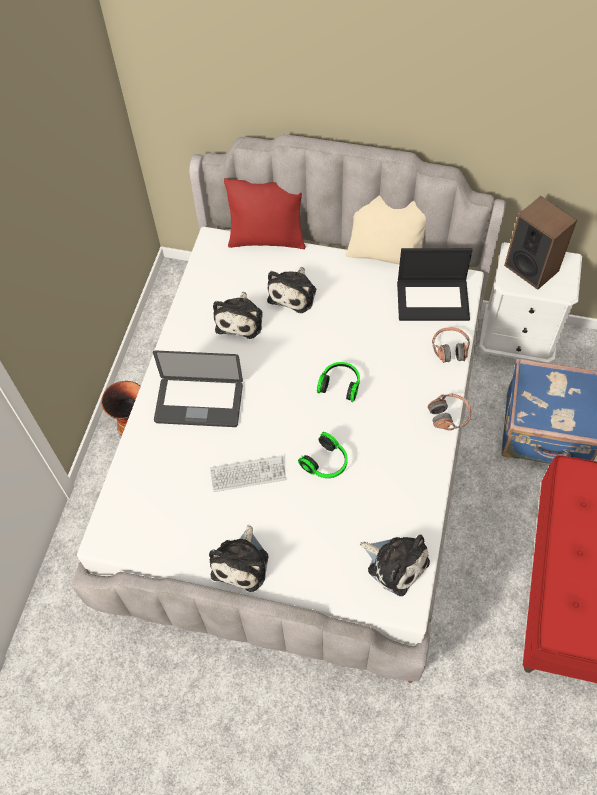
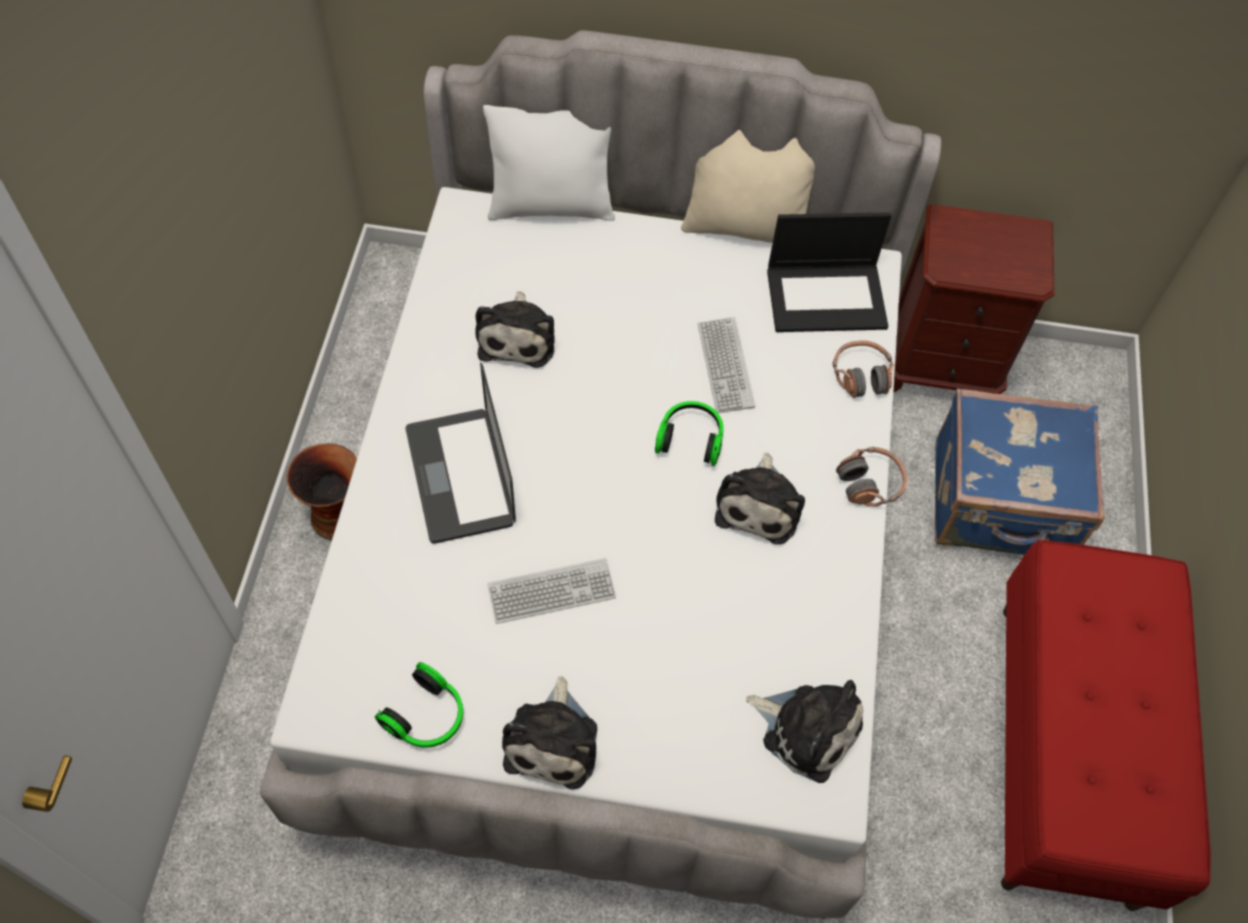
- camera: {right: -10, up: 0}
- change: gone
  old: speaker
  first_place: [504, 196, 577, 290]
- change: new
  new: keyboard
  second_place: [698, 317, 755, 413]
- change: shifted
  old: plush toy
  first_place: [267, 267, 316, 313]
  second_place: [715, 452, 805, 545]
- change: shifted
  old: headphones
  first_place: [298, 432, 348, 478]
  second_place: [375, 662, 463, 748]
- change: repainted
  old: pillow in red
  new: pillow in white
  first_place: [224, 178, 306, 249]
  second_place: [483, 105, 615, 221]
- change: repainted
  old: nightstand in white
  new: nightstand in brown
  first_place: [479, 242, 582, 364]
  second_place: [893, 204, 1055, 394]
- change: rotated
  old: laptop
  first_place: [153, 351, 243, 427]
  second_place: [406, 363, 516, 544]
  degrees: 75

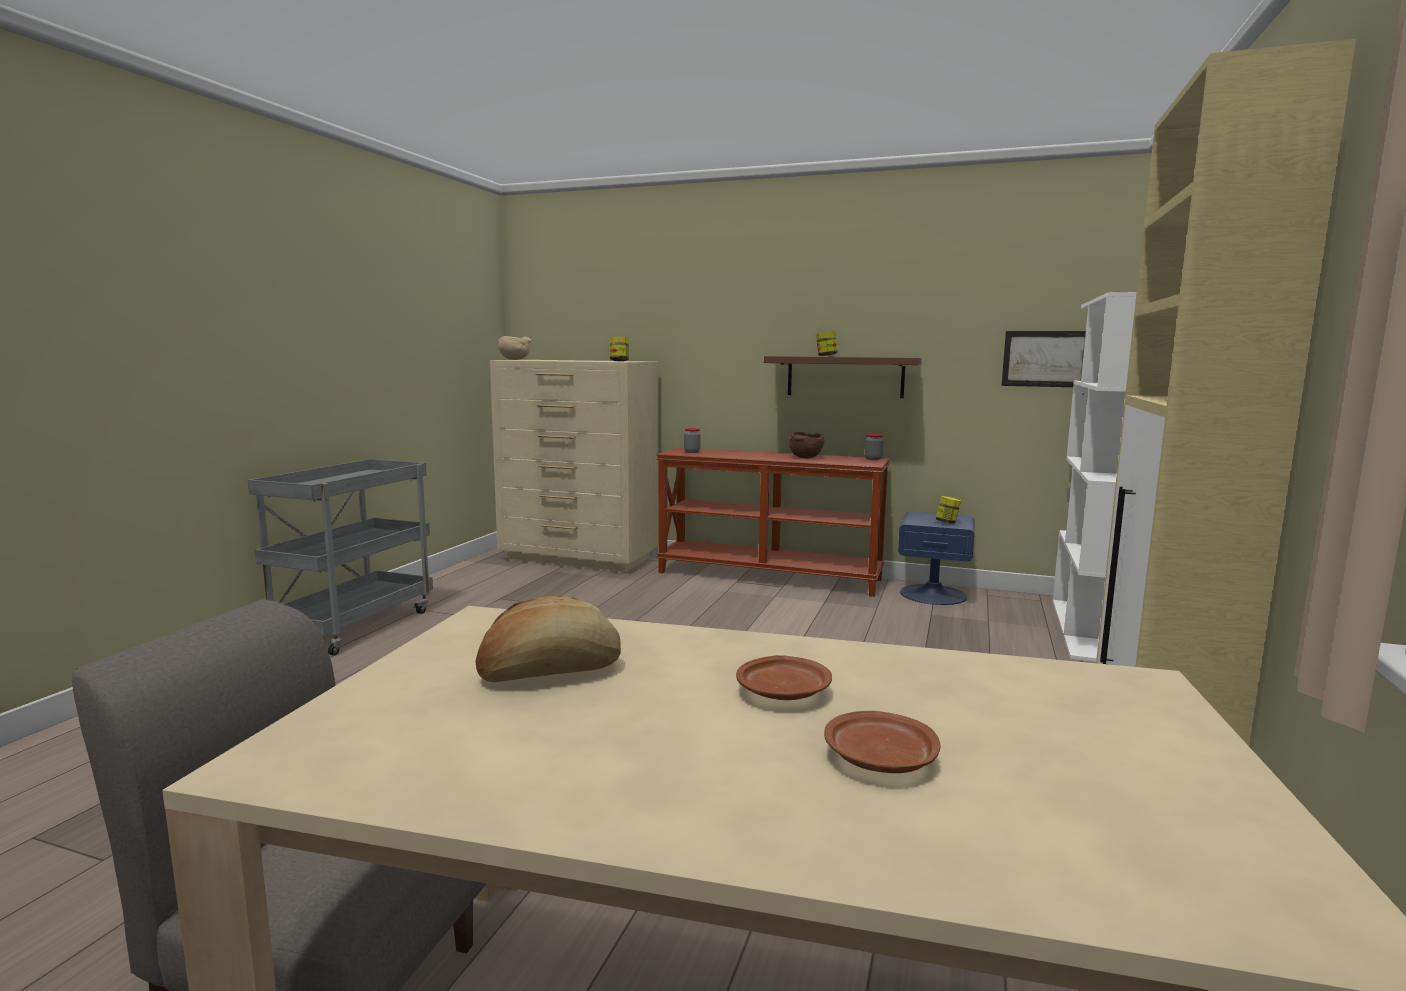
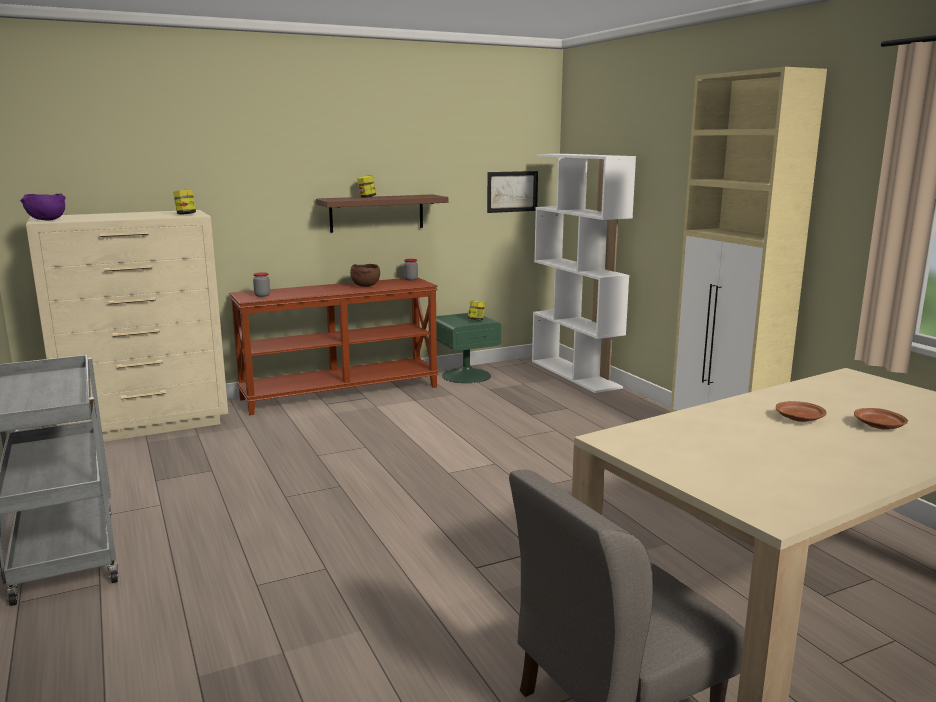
- camera: {right: -45, up: 5}
- change: gone
  old: bread
  first_place: [475, 596, 621, 682]
- change: repainted
  old: bowl in beige
  new: bowl in purple
  first_place: [497, 336, 531, 360]
  second_place: [20, 193, 66, 221]
- change: repainted
  old: nightstand in blue
  new: nightstand in green
  first_place: [898, 511, 974, 605]
  second_place: [436, 313, 501, 383]

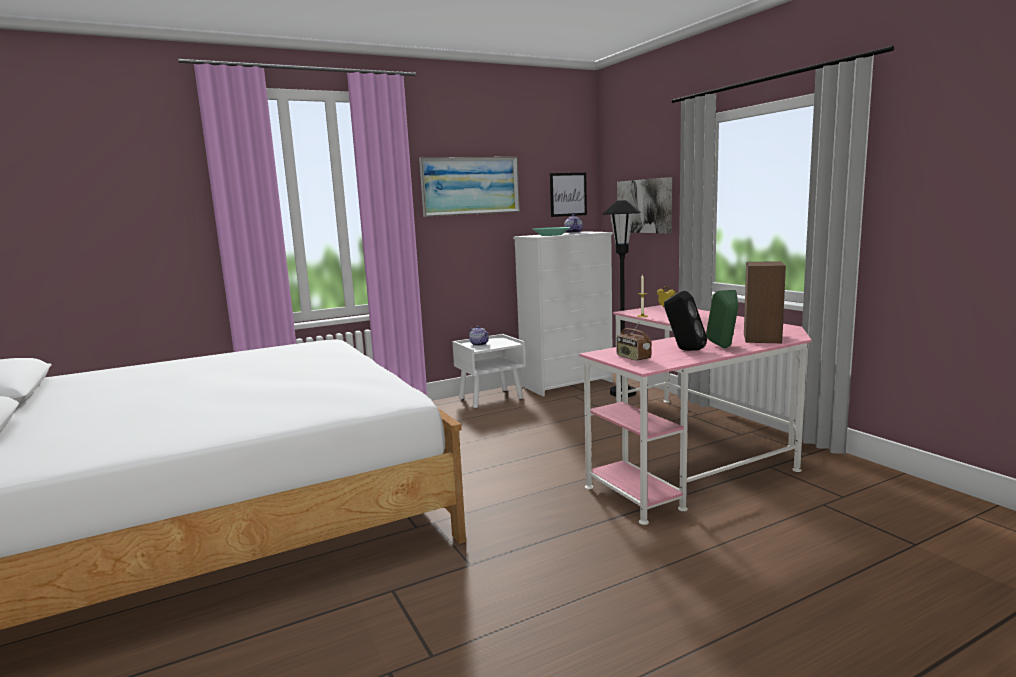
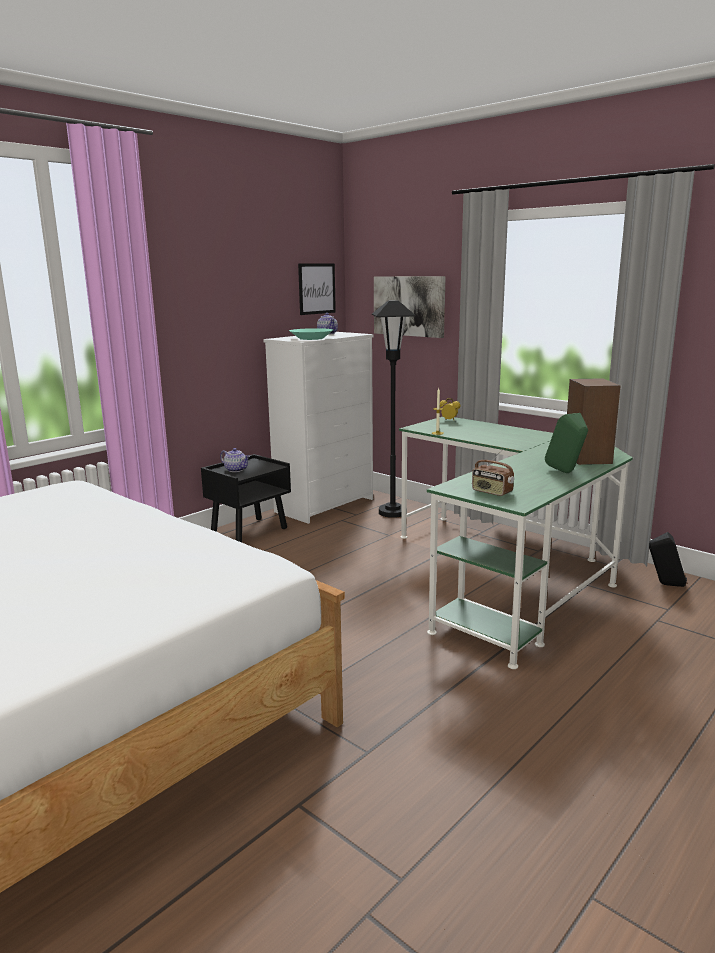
- camera: {right: -20, up: 5}
- change: gone
  old: picture
  first_place: [419, 157, 520, 217]
- change: shifted
  old: speaker in black
  first_place: [664, 291, 707, 351]
  second_place: [649, 532, 687, 587]
- change: repainted
  old: nightstand in white
  new: nightstand in black
  first_place: [452, 334, 526, 408]
  second_place: [201, 454, 291, 542]
- change: repainted
  old: desk in pink
  new: desk in green
  first_place: [579, 305, 812, 525]
  second_place: [399, 417, 633, 669]

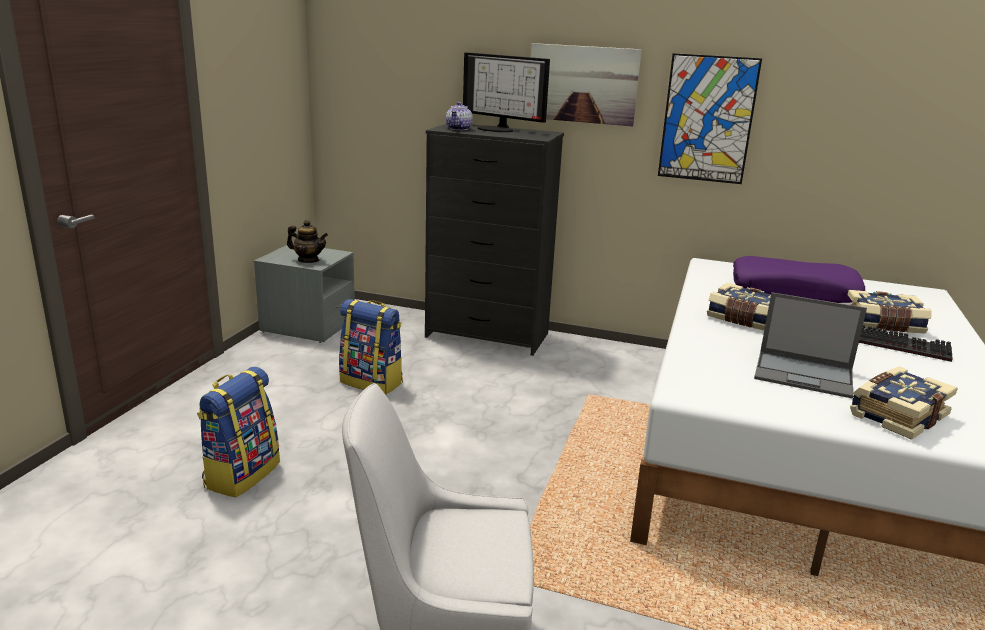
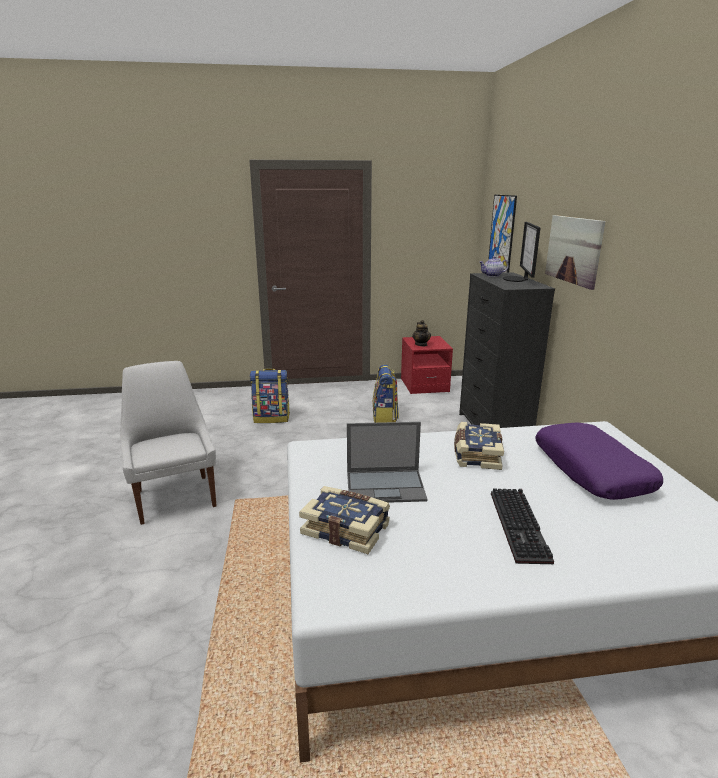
- camera: {right: 65, up: 0}
- change: gone
  old: book
  first_place: [848, 290, 932, 334]
- change: shifted
  old: picture
  first_place: [658, 53, 762, 184]
  second_place: [488, 195, 517, 273]
- change: repainted
  old: nightstand in grey
  new: nightstand in red
  first_place: [254, 245, 355, 343]
  second_place: [401, 336, 453, 394]
- change: rotated
  old: laptop
  first_place: [754, 292, 867, 399]
  second_place: [347, 422, 427, 503]
  degrees: -90

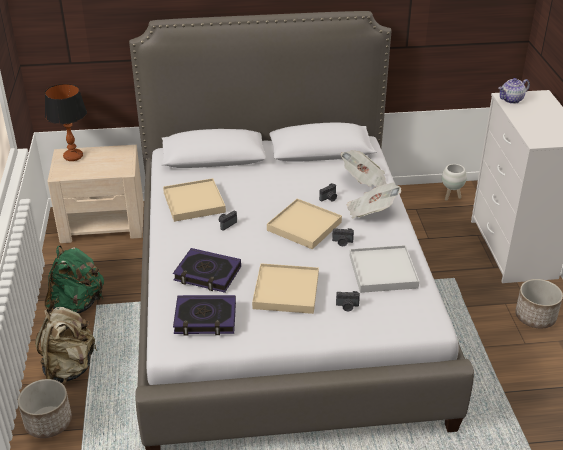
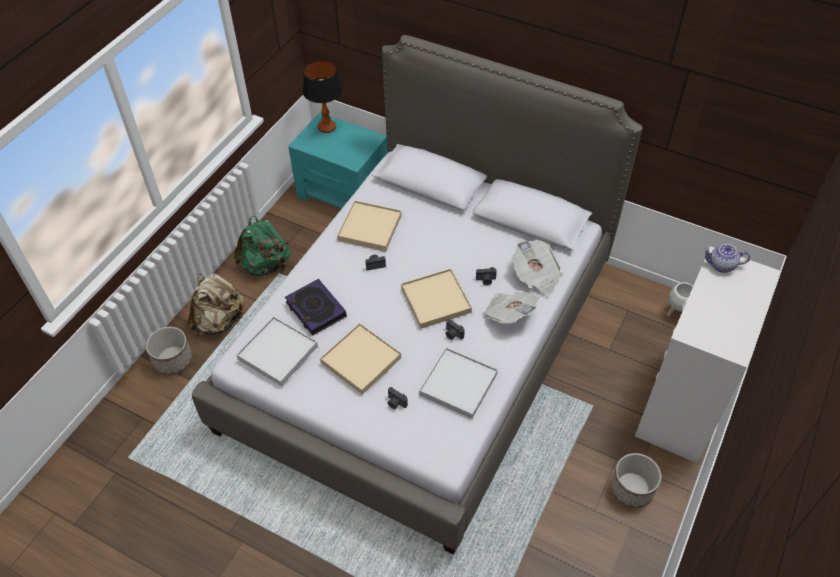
- camera: {right: 35, up: 15}
- change: swapped
  old: book
  new: tray in white
  first_place: [173, 295, 236, 335]
  second_place: [236, 316, 318, 386]
- change: repainted
  old: nightstand in beige
  new: nightstand in turquoise
  first_place: [47, 145, 144, 243]
  second_place: [288, 112, 387, 209]

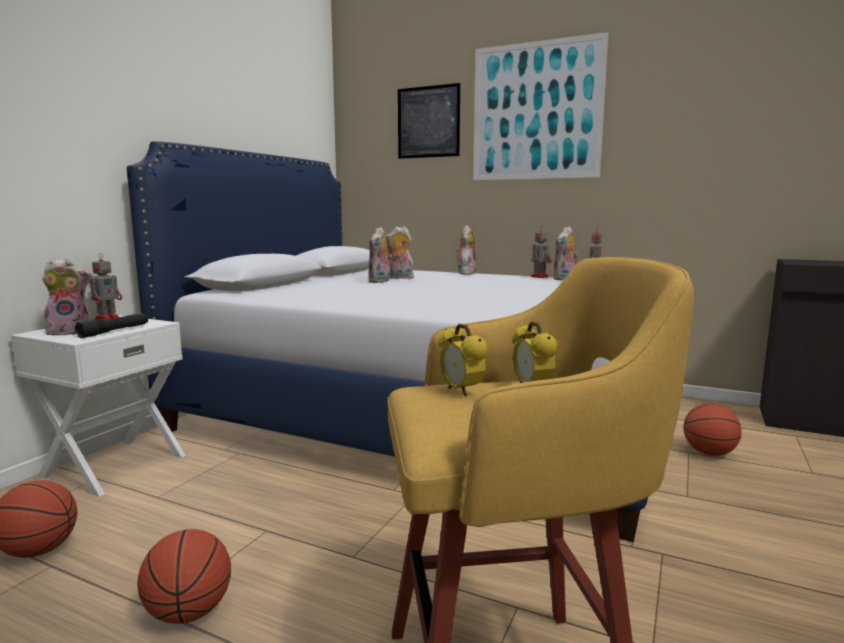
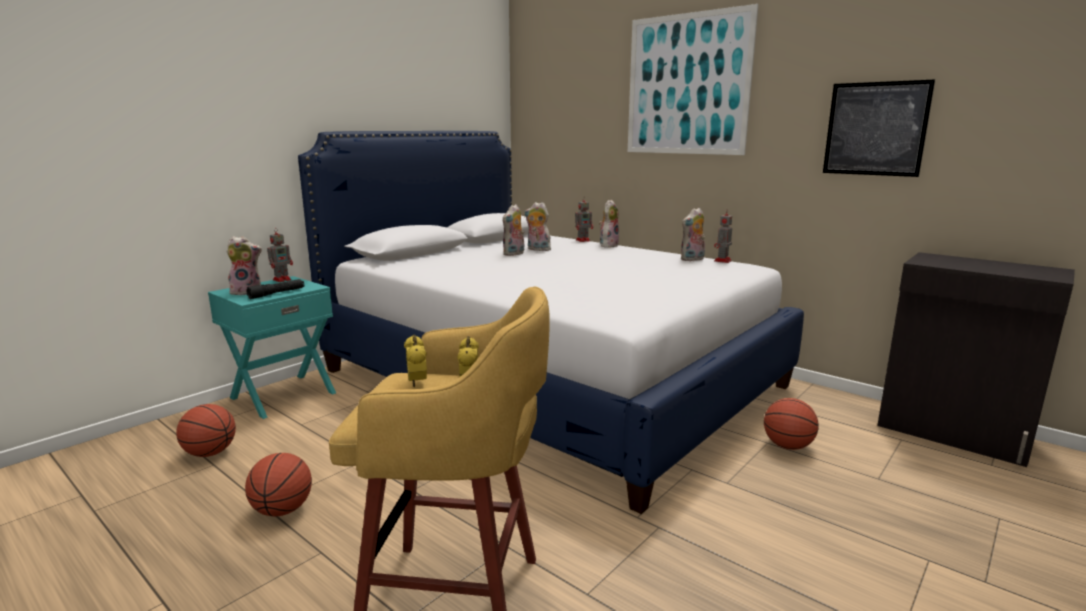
- camera: {right: 15, up: 5}
- change: shifted
  old: picture
  first_place: [398, 83, 460, 159]
  second_place: [823, 79, 935, 177]
- change: shifted
  old: toy robot
  first_place: [531, 227, 552, 278]
  second_place: [575, 199, 593, 242]
- change: repainted
  old: nightstand in white
  new: nightstand in turquoise
  first_place: [10, 315, 186, 497]
  second_place: [208, 276, 336, 419]

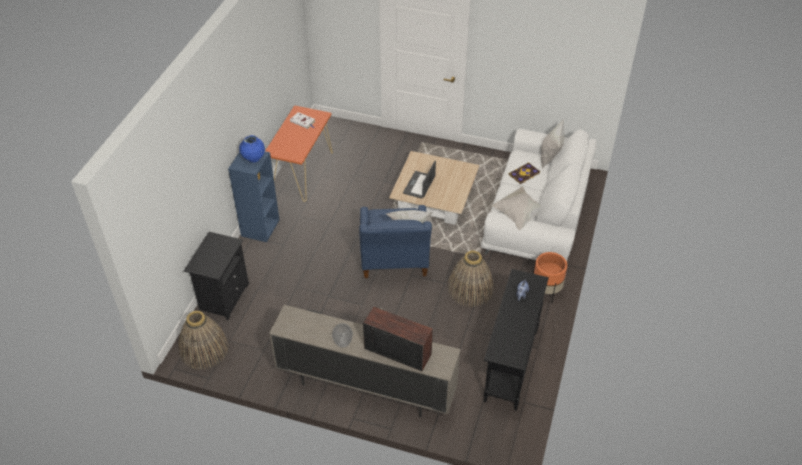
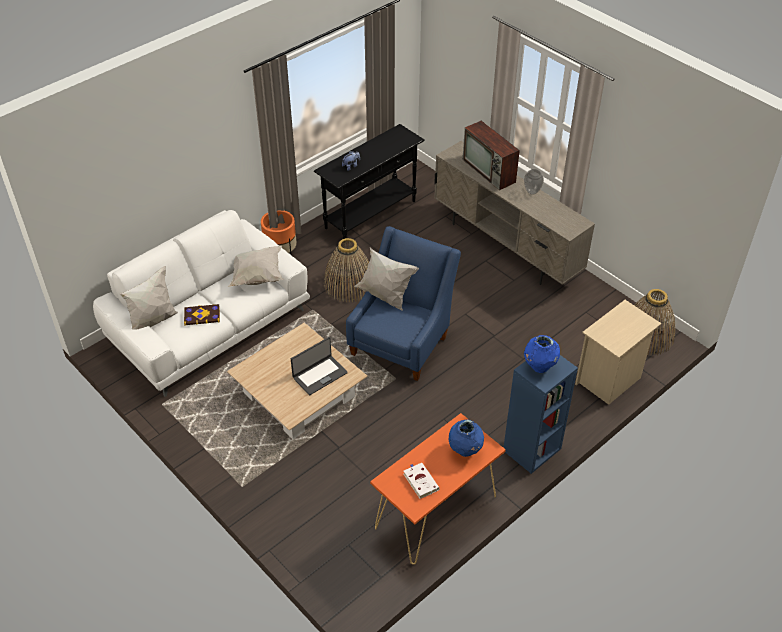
- camera: {right: -150, up: 0}
- change: new
  new: vase in blue
  second_place: [449, 419, 484, 457]
- change: repainted
  old: nightstand in black
  new: nightstand in beige
  first_place: [184, 232, 249, 320]
  second_place: [575, 300, 661, 405]

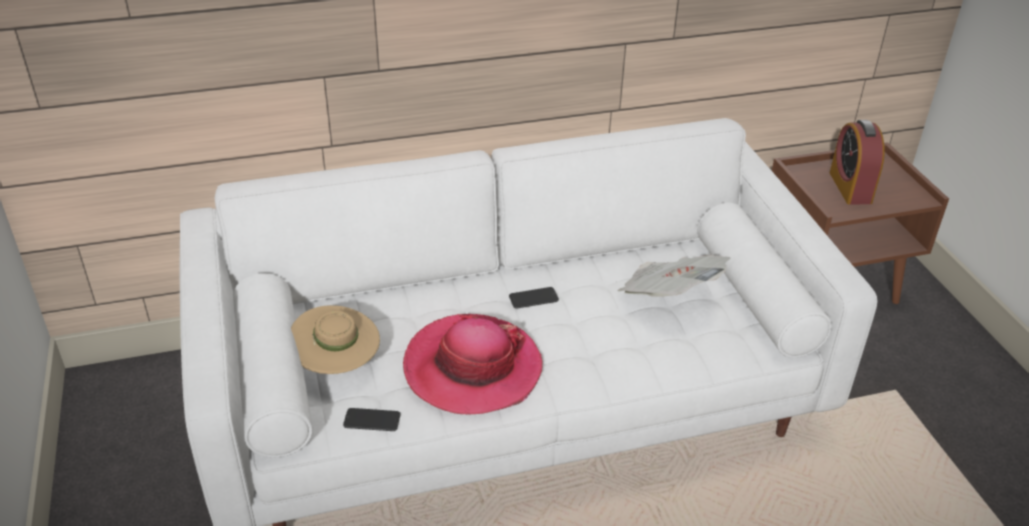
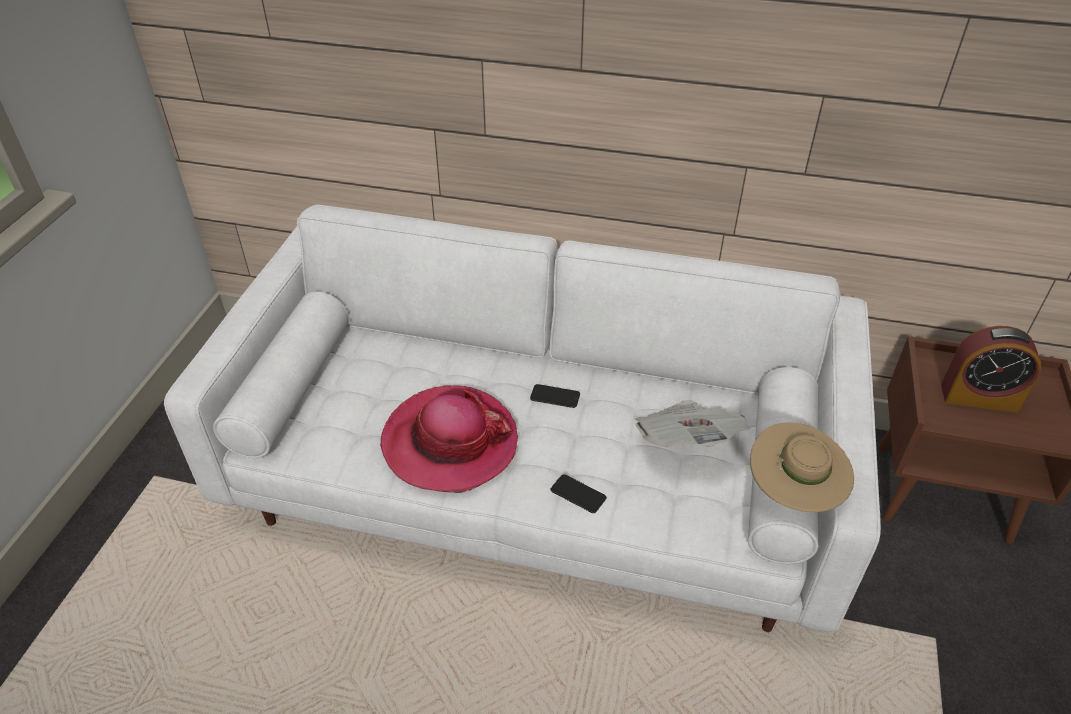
- camera: {right: 30, up: 5}
- change: shifted
  old: hat in beige
  first_place: [291, 305, 380, 374]
  second_place: [750, 422, 854, 512]
- change: shifted
  old: phone
  first_place: [343, 408, 401, 431]
  second_place: [551, 474, 606, 513]
- change: rotated
  old: alarm clock
  first_place: [830, 120, 885, 205]
  second_place: [941, 326, 1041, 412]
  degrees: -105

